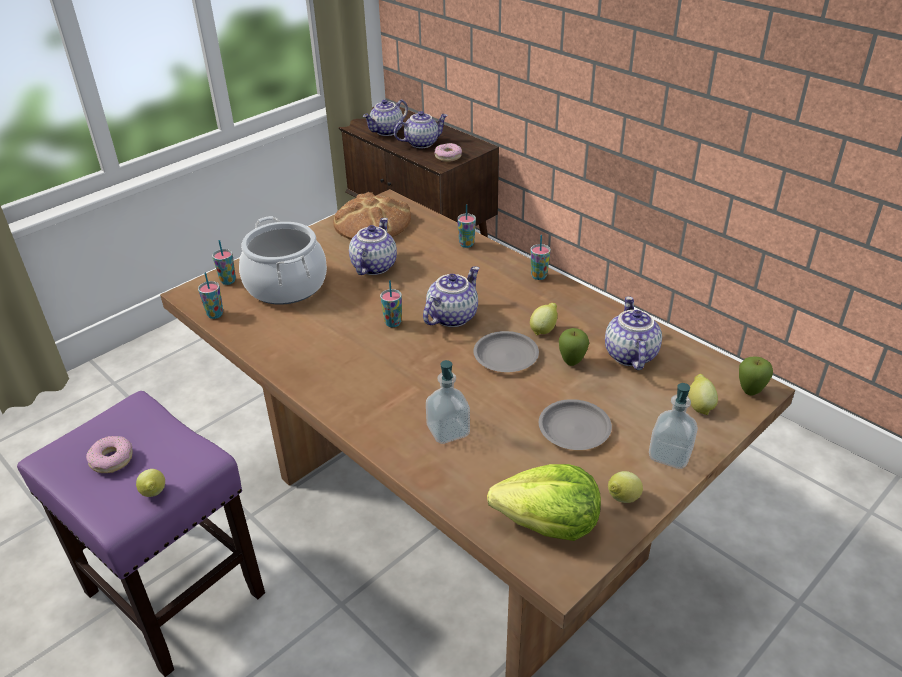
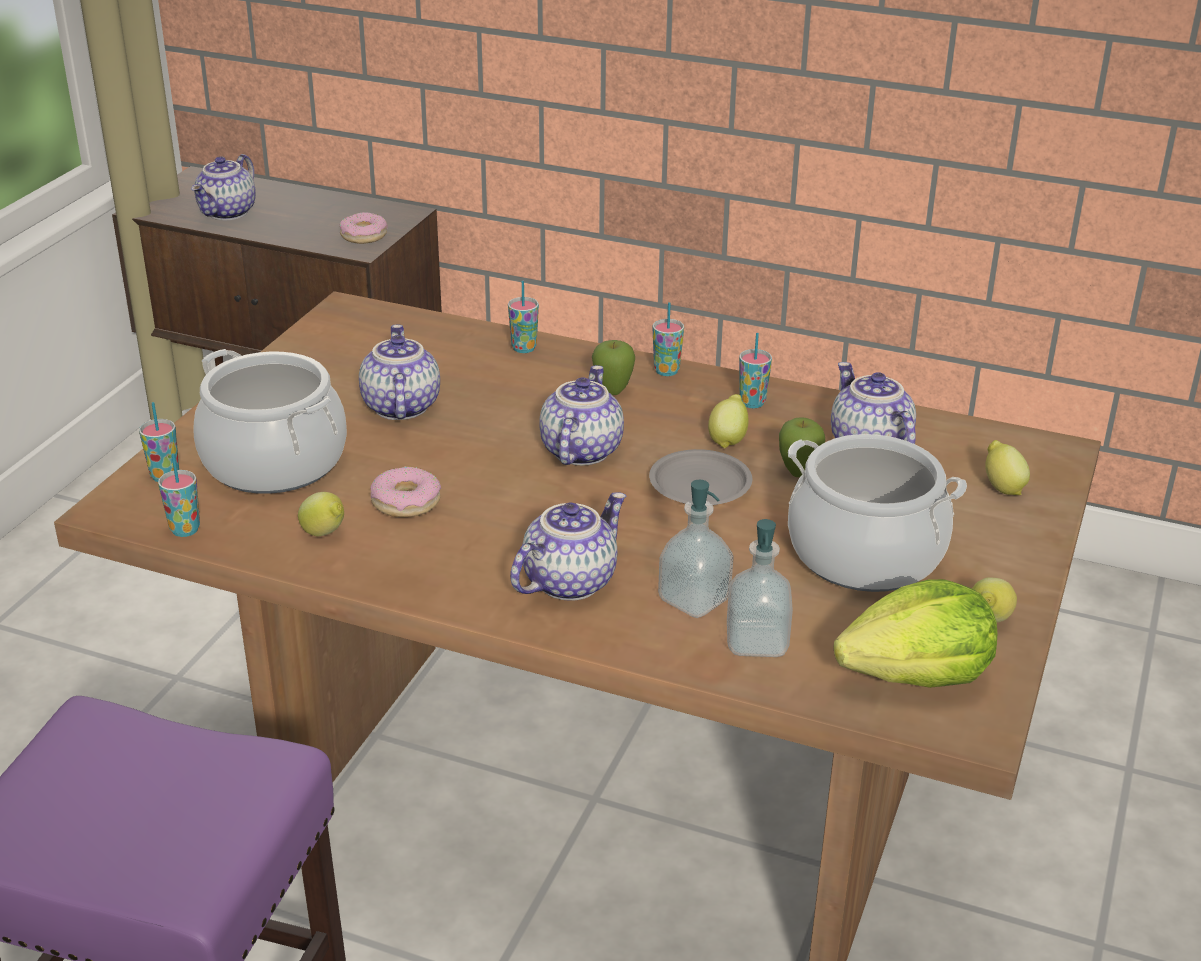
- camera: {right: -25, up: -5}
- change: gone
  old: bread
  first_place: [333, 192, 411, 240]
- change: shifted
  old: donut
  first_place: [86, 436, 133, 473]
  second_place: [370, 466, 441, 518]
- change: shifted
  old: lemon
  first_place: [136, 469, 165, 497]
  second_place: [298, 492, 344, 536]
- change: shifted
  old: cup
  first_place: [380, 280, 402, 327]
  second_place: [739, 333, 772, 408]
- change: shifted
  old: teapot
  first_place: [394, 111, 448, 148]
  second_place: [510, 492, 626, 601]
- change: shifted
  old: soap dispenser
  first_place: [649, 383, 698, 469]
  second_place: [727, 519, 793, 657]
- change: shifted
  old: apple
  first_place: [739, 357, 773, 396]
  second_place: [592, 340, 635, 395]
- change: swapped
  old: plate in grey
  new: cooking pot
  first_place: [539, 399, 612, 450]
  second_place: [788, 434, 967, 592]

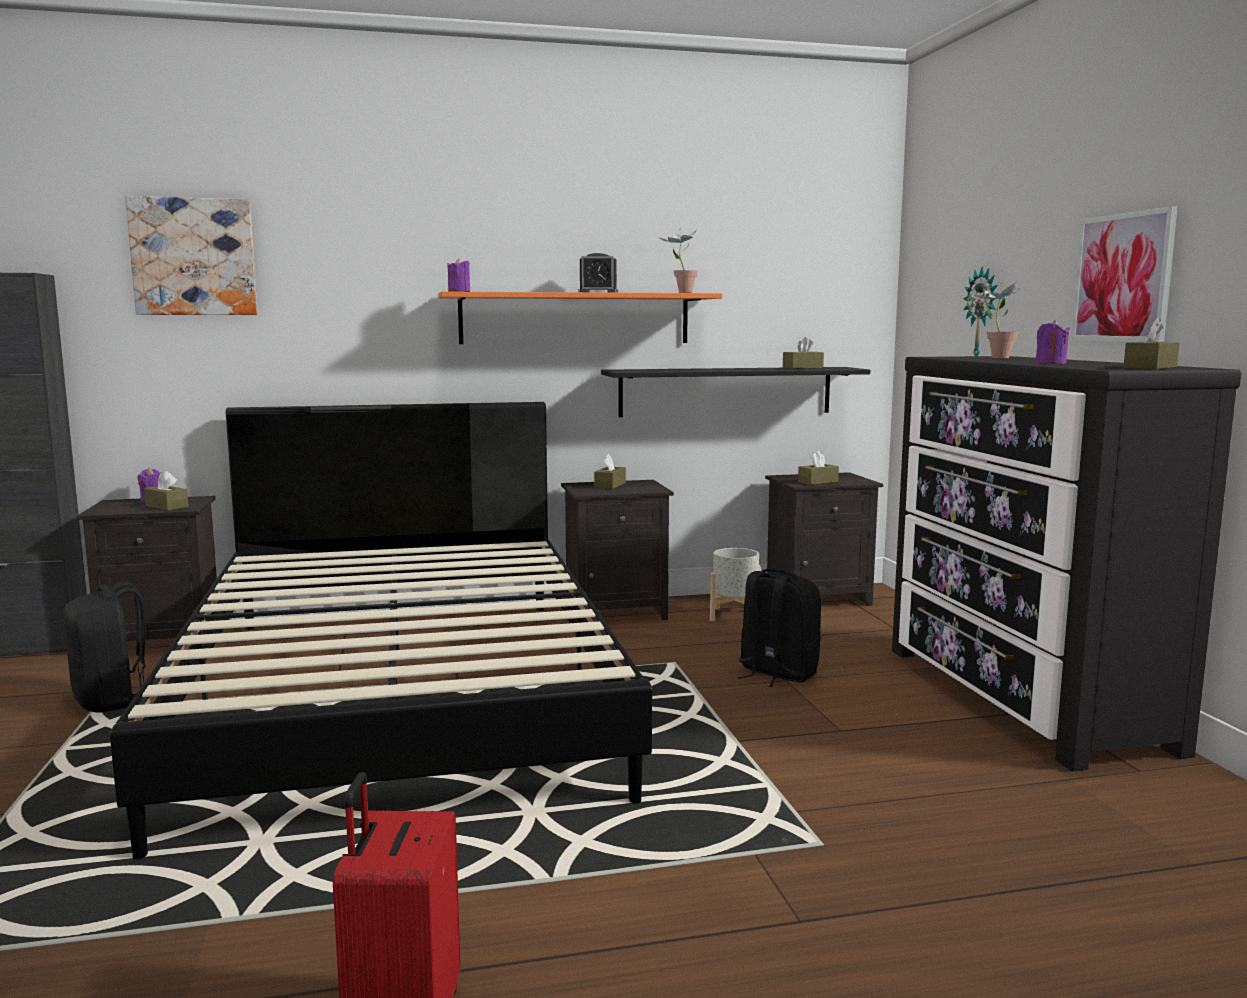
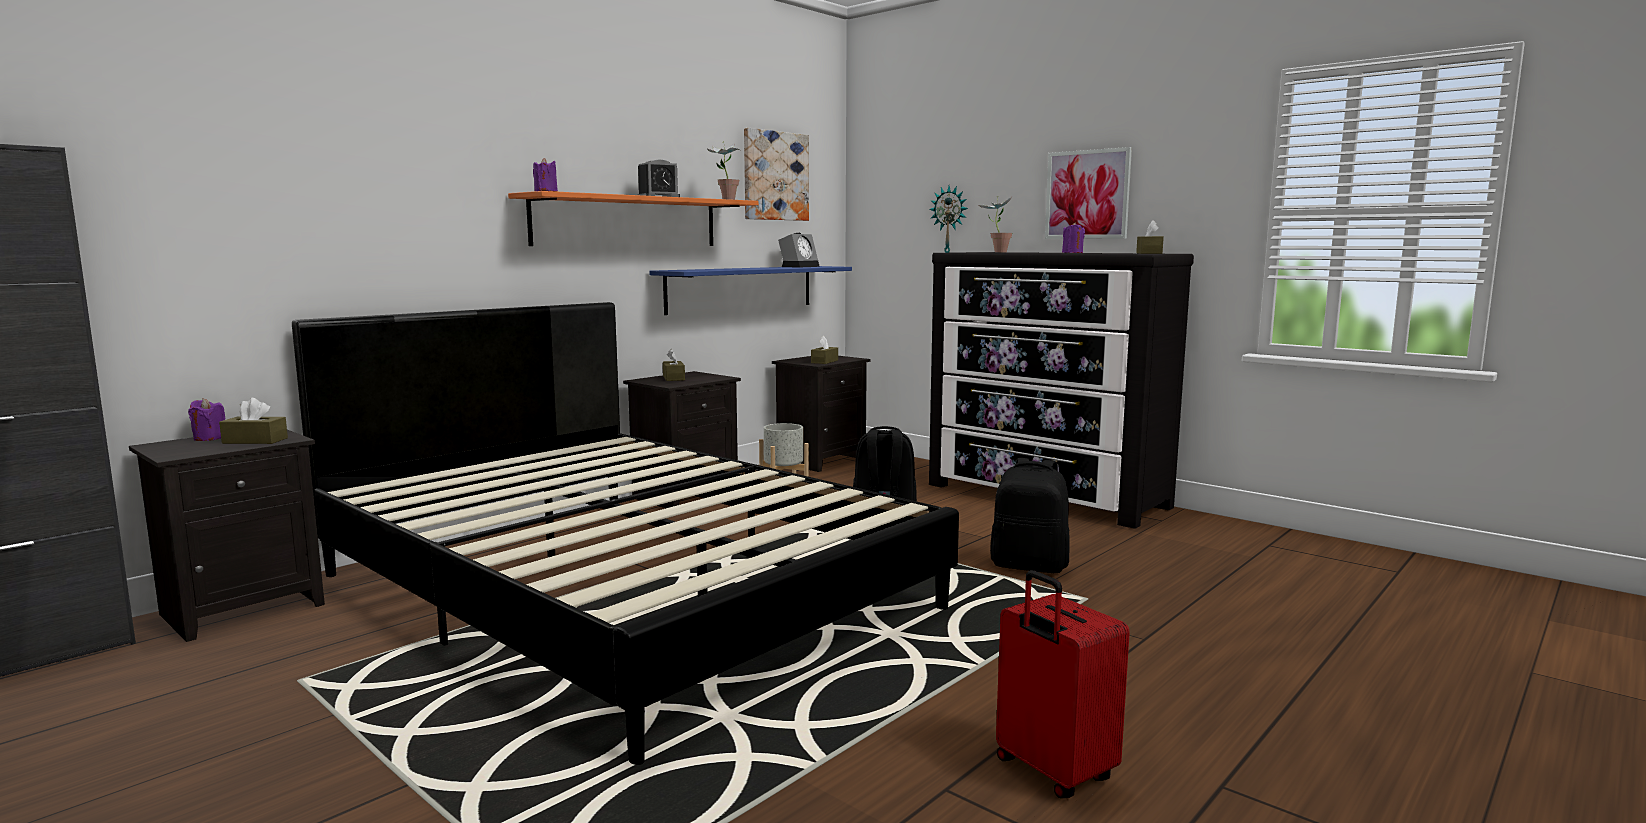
- camera: {right: -35, up: 0}
- change: shifted
  old: backpack in black
  first_place: [63, 581, 146, 713]
  second_place: [990, 458, 1070, 573]
- change: shifted
  old: picture
  first_place: [125, 196, 257, 315]
  second_place: [744, 128, 809, 221]
- change: swapped
  old: tissue box in brown
  new: alarm clock
  first_place: [783, 337, 824, 369]
  second_place: [778, 233, 820, 268]
- change: repainted
  old: shelf in black
  new: shelf in blue
  first_place: [601, 367, 870, 417]
  second_place: [649, 266, 852, 315]

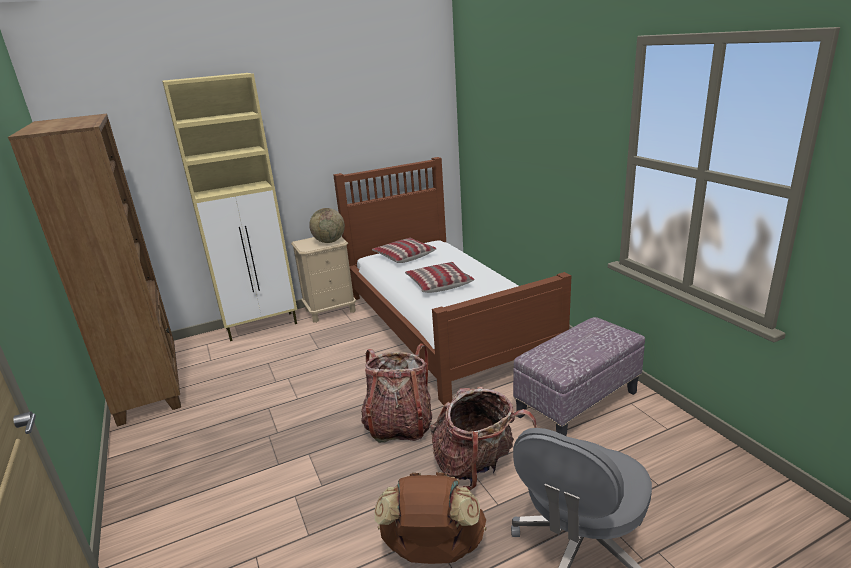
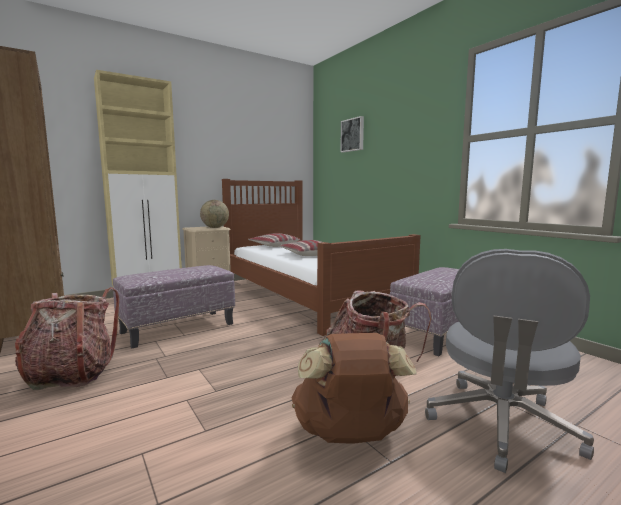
- camera: {right: -10, up: -15}
- change: new
  new: ottoman
  second_place: [113, 265, 235, 348]
- change: new
  new: picture
  second_place: [340, 116, 364, 152]
- change: shifted
  old: backpack
  first_place: [361, 343, 432, 443]
  second_place: [15, 287, 119, 390]

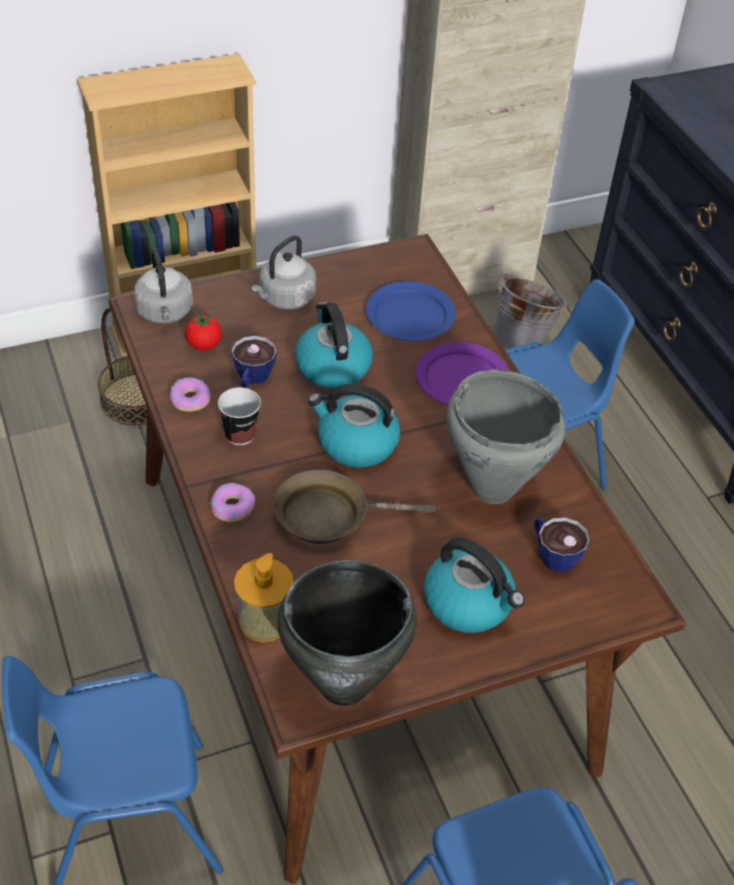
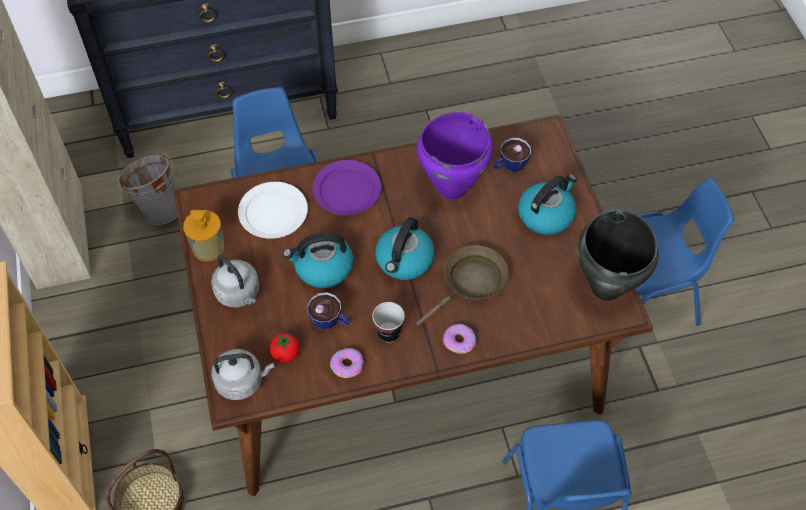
- camera: {right: -80, up: 10}
- change: shifted
  old: soap dispenser
  first_place: [234, 553, 294, 642]
  second_place: [183, 210, 224, 261]
- change: repainted
  old: plate in blue
  new: plate in white
  first_place: [366, 281, 456, 341]
  second_place: [238, 182, 308, 239]
- change: repainted
  old: cooking pot in grey
  new: cooking pot in purple
  first_place: [447, 370, 565, 504]
  second_place: [417, 112, 493, 200]
- change: rotated
  old: frying pan in brown
  first_place: [273, 470, 436, 544]
  second_place: [416, 245, 508, 327]
  degrees: -135

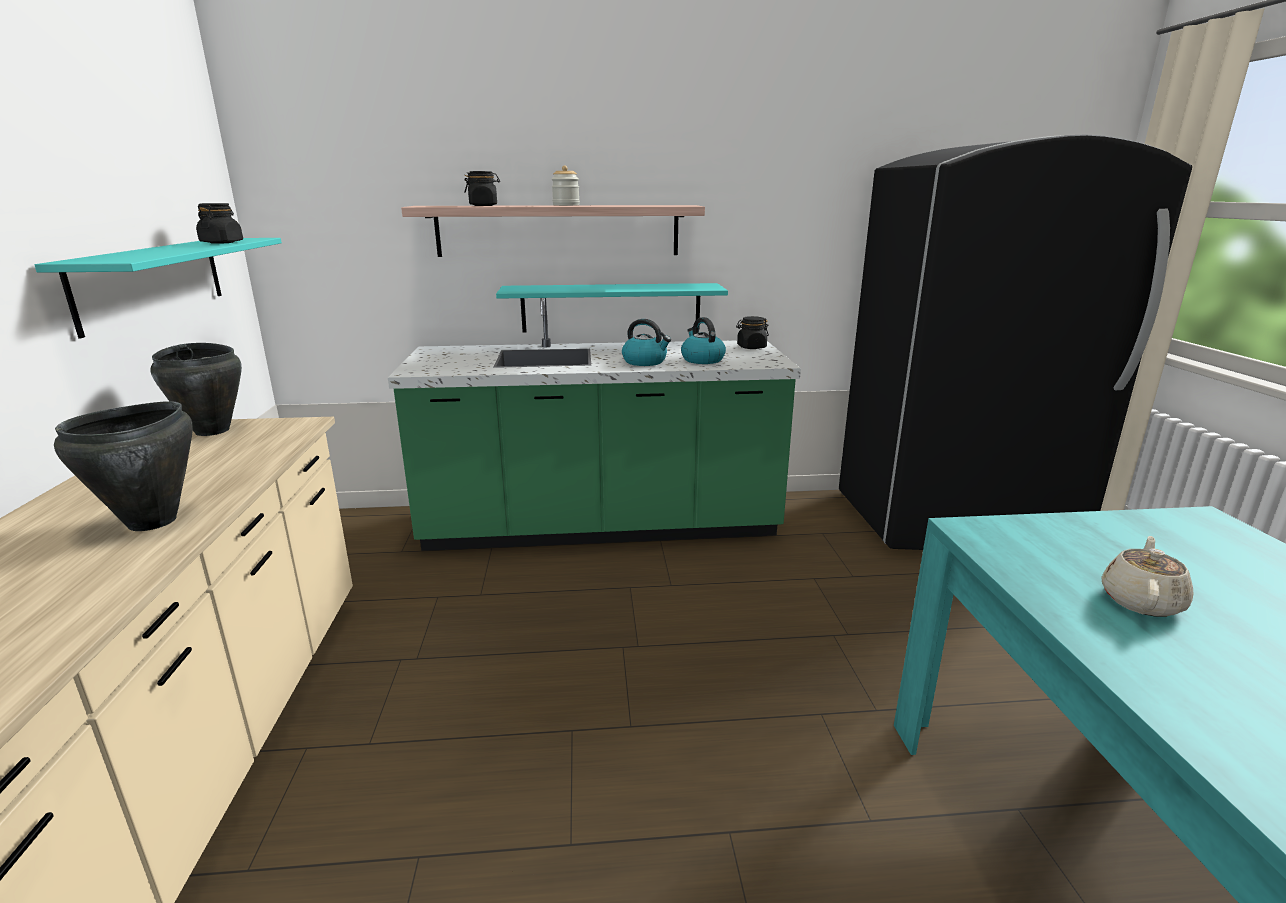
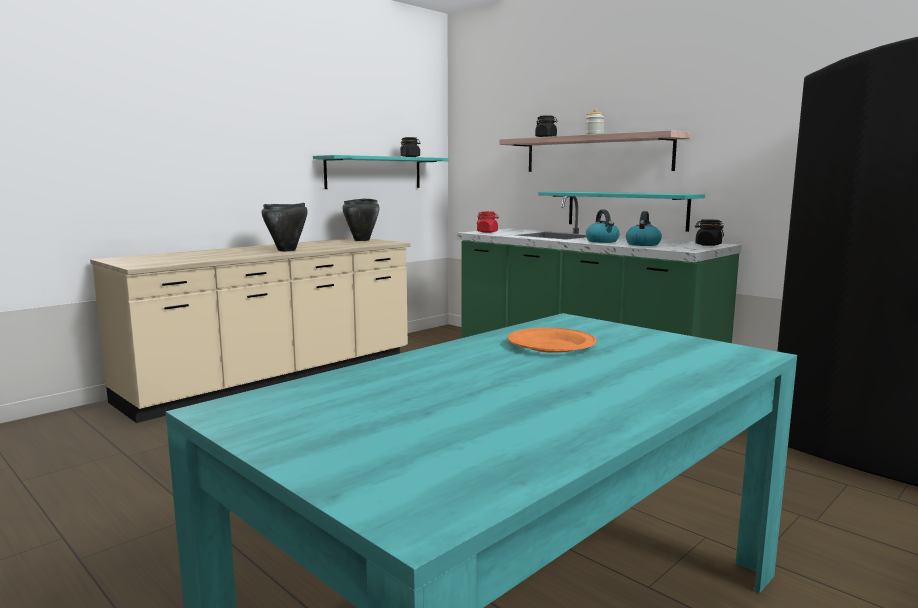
- camera: {right: 50, up: -10}
- change: new
  new: jar in red
  second_place: [477, 211, 499, 233]
- change: swapped
  old: teapot in beige
  new: plate in orange
  first_place: [1102, 536, 1194, 617]
  second_place: [507, 327, 597, 353]

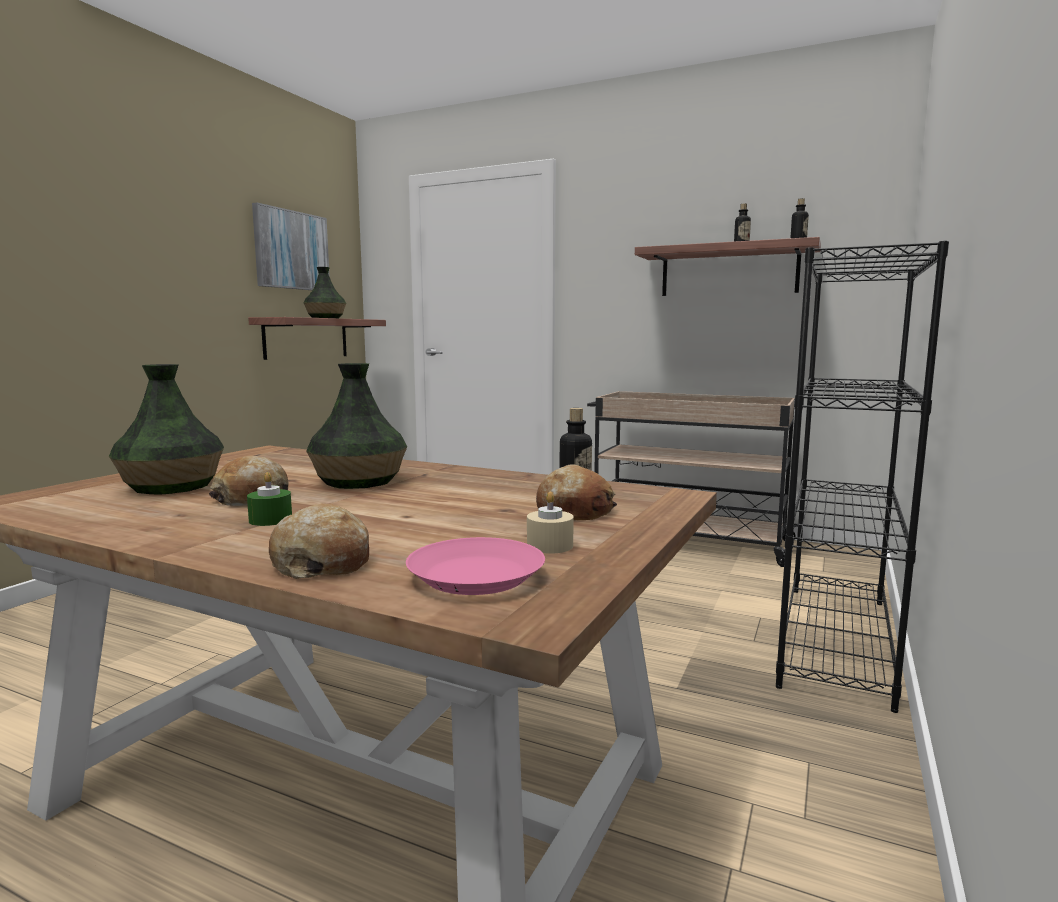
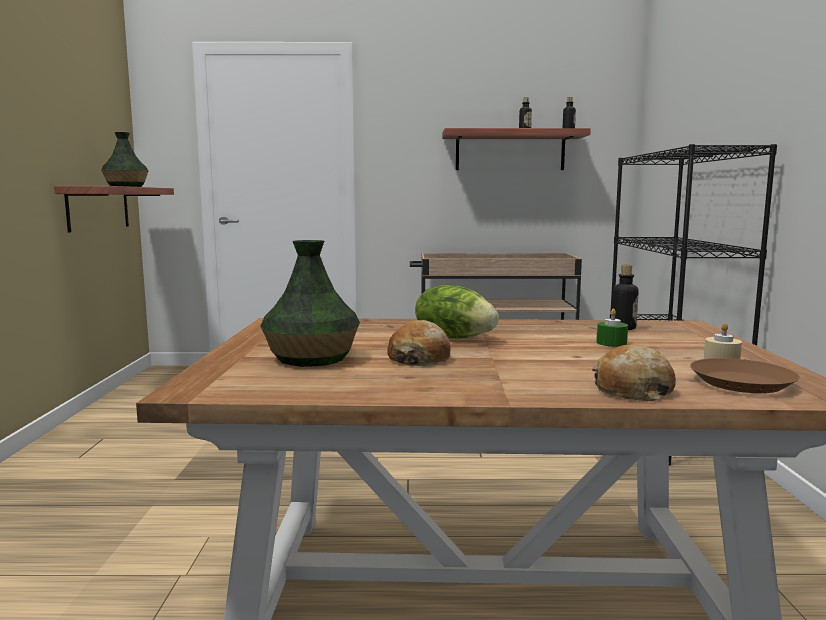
- camera: {right: -25, up: 0}
- change: gone
  old: picture
  first_place: [252, 203, 330, 290]
- change: gone
  old: bread
  first_place: [536, 464, 617, 520]
- change: shifted
  old: candle in green
  first_place: [247, 472, 292, 526]
  second_place: [596, 309, 628, 347]
- change: swapped
  old: vase
  new: lettuce
  first_place: [306, 363, 407, 489]
  second_place: [415, 285, 499, 338]
- change: repainted
  old: plate in pink
  new: plate in brown
  first_place: [406, 537, 545, 595]
  second_place: [690, 358, 800, 393]

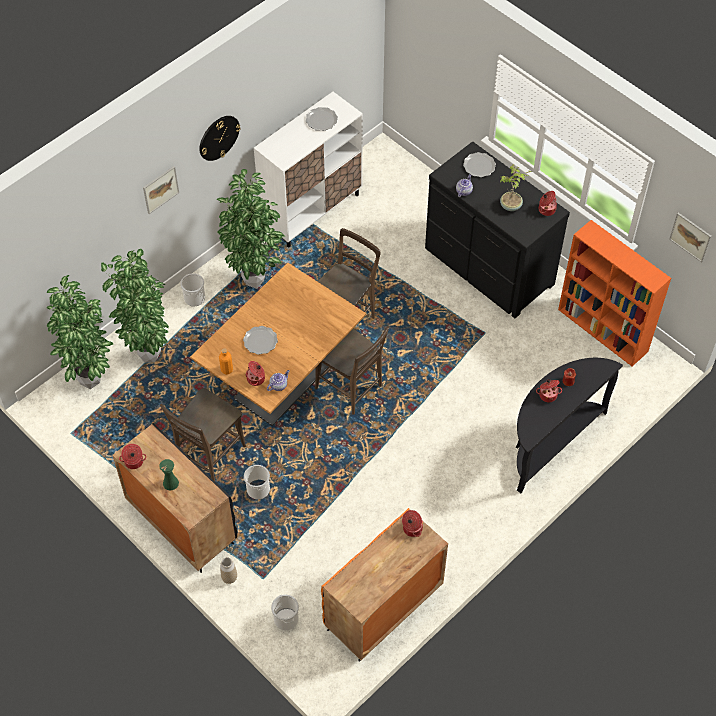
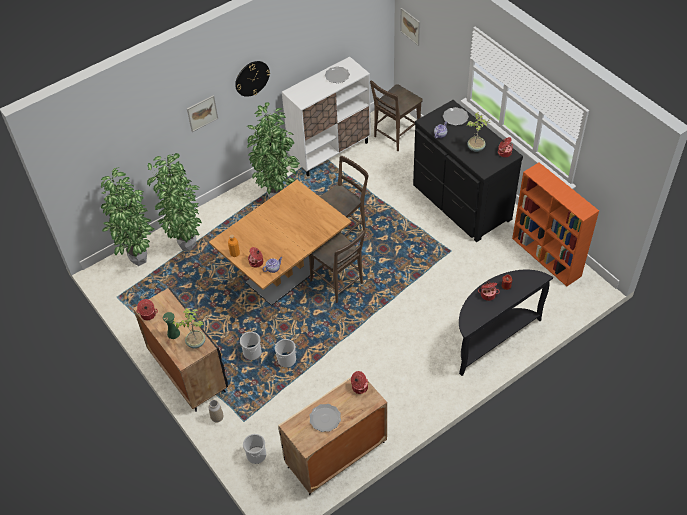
- camera: {right: 10, up: -5}
- change: new
  new: potted plant
  second_place: [172, 308, 205, 348]
- change: shifted
  old: chair in brown
  first_place: [160, 388, 246, 481]
  second_place: [370, 80, 423, 151]
- change: shifted
  old: bucket
  first_place: [180, 273, 205, 306]
  second_place: [275, 339, 296, 367]
- change: shifted
  old: plate
  first_place: [243, 326, 278, 355]
  second_place: [309, 404, 341, 432]
- change: shifted
  old: picture
  first_place: [669, 213, 711, 262]
  second_place: [400, 8, 420, 46]
- change: repainted
  old: cabinet in orange
  new: cabinet in beige
  first_place: [321, 508, 448, 662]
  second_place: [278, 377, 387, 495]

